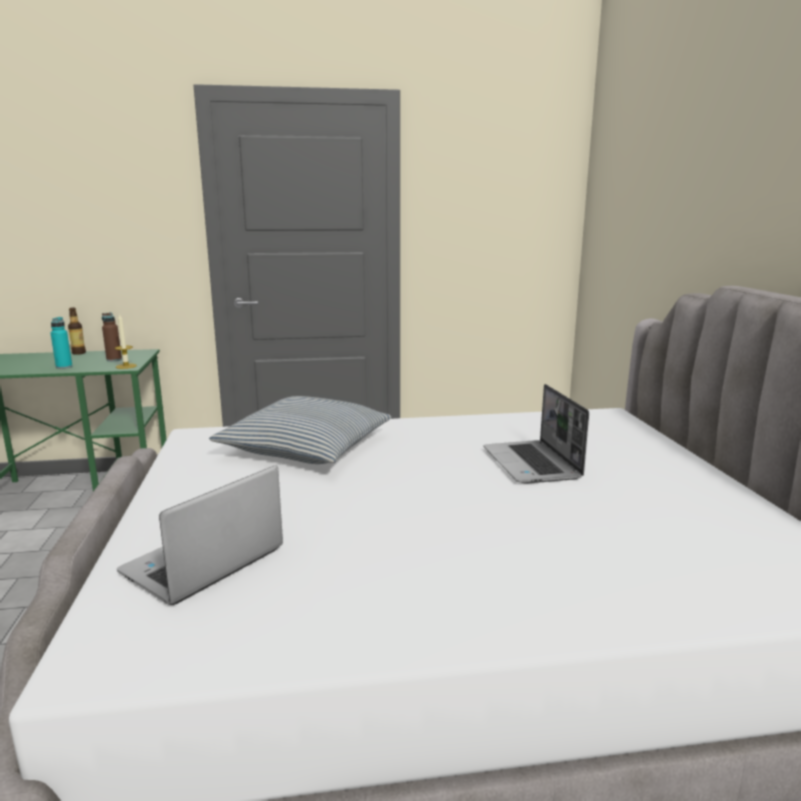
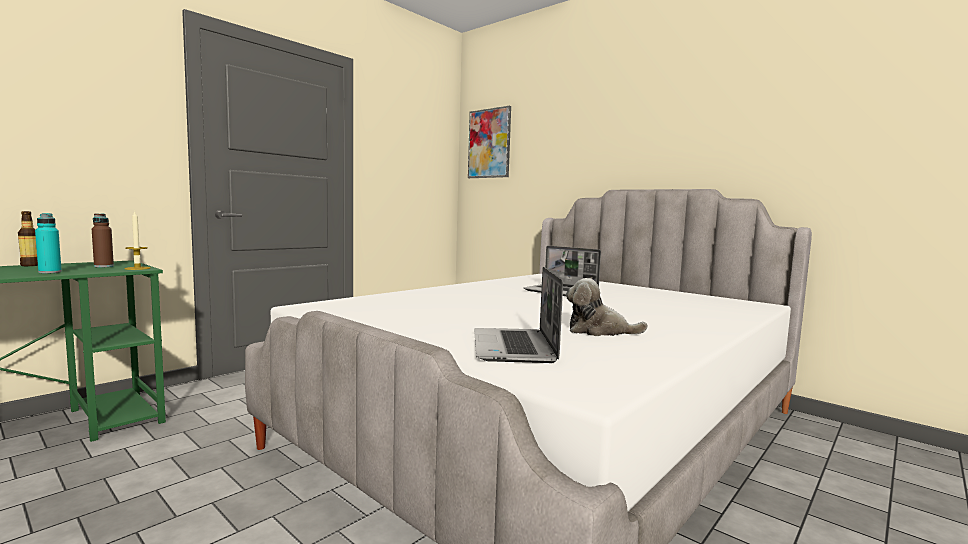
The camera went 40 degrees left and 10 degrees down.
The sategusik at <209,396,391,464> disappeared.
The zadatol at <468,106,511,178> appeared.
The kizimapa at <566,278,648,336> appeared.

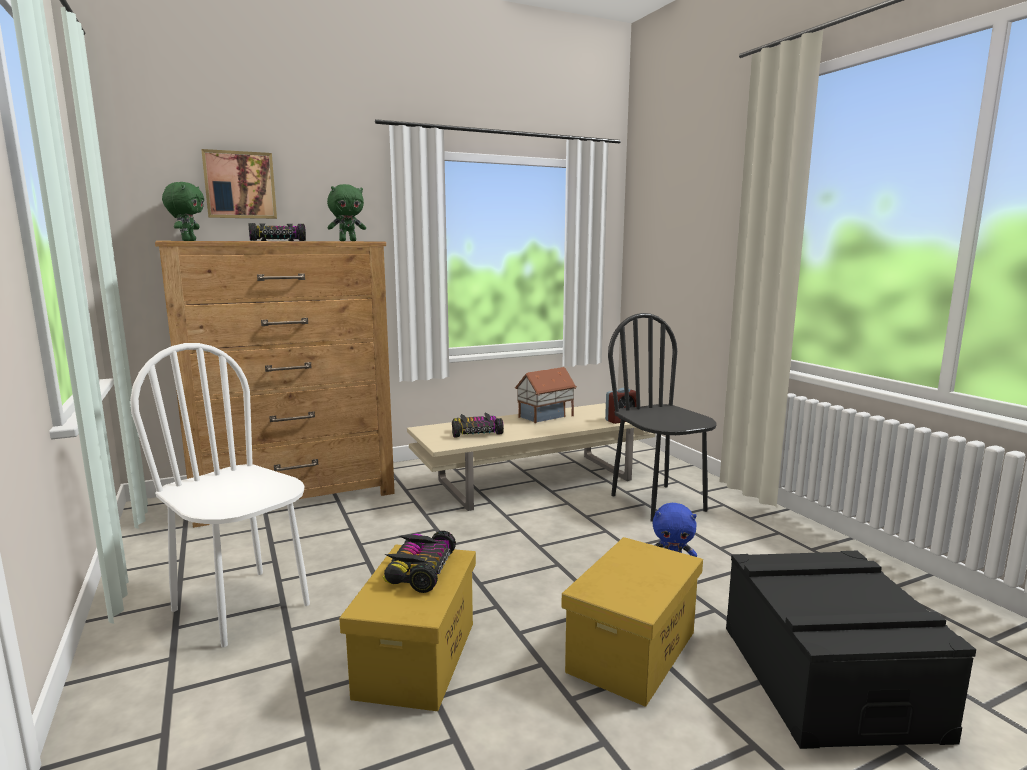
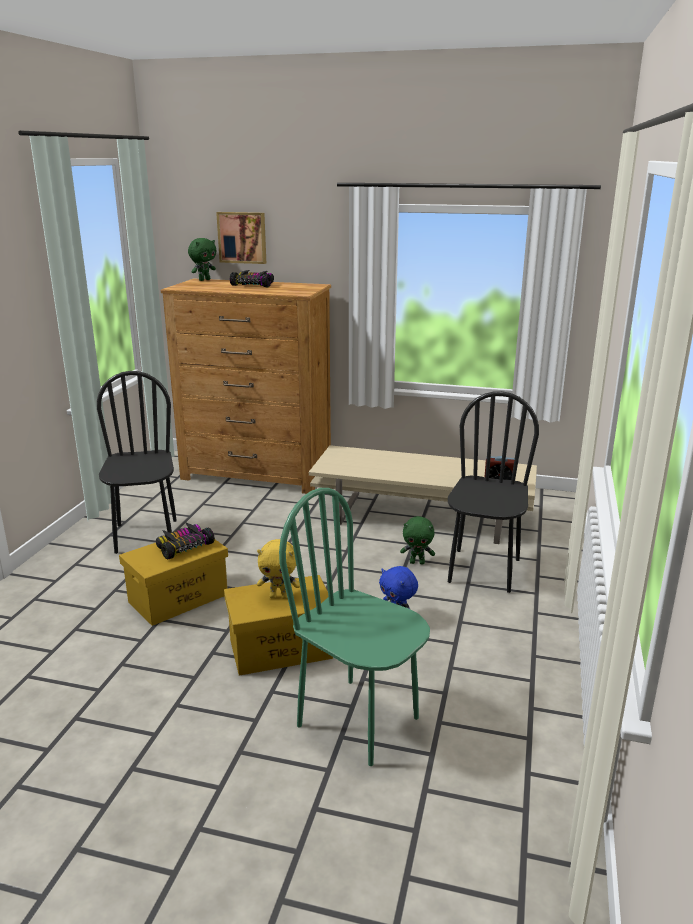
The camera went 40 degrees right and 10 degrees up.
The green_kizimapa moved from <327,184,366,241> to <400,516,435,565>.
The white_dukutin at <130,343,310,647> became the black_dukutin at <97,371,177,554>.
The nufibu at <515,367,577,423> disappeared.
The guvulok at <452,413,504,438> disappeared.
The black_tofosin at <726,551,976,749> was replaced by the green_dukutin at <279,488,430,766>.
The yellow_kizimapa at <257,539,300,599> appeared.

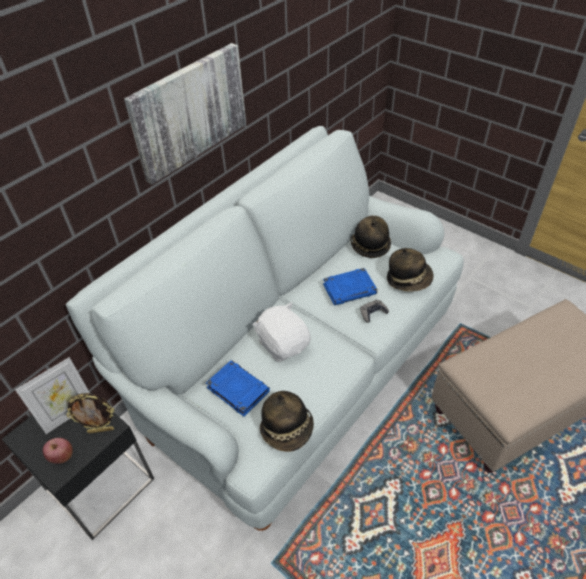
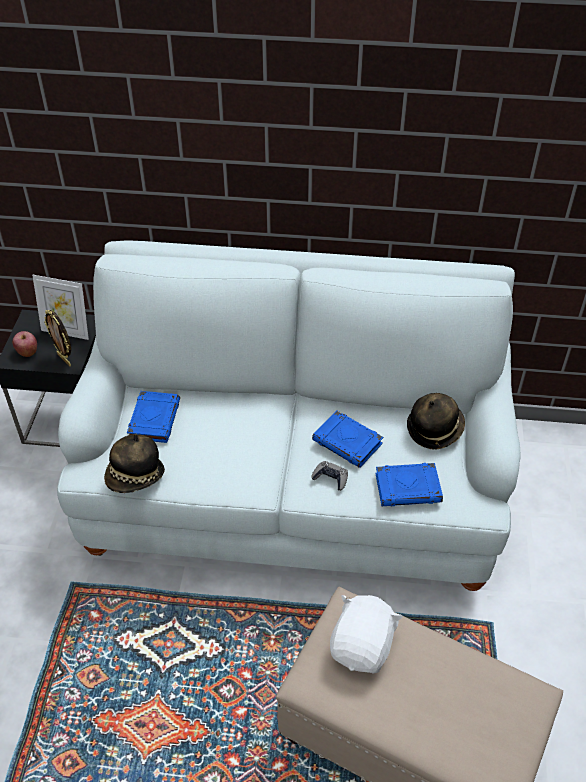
The camera went 55 degrees right and 0 degrees up.
The zadatol at <124,43,246,184> disappeared.
The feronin at <387,248,433,292> was replaced by the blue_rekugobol at <375,463,443,506>.
The white_kizimapa moved from <252,302,311,362> to <330,595,403,673>.

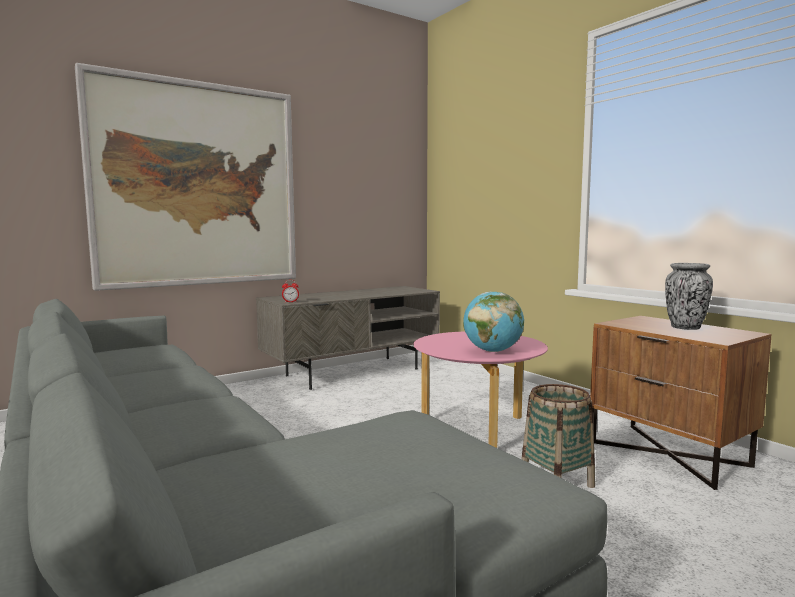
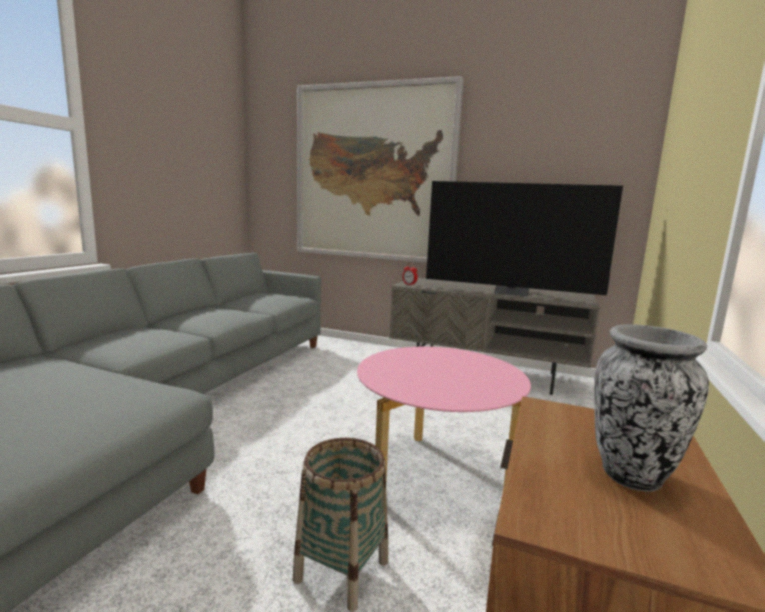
The camera went 55 degrees right and 5 degrees up.
The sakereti at <463,292,524,352> disappeared.
The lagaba at <426,181,623,297> appeared.

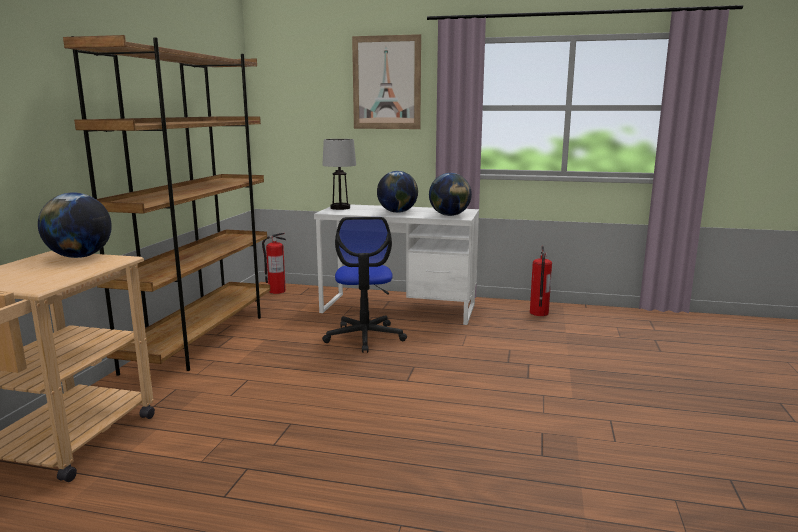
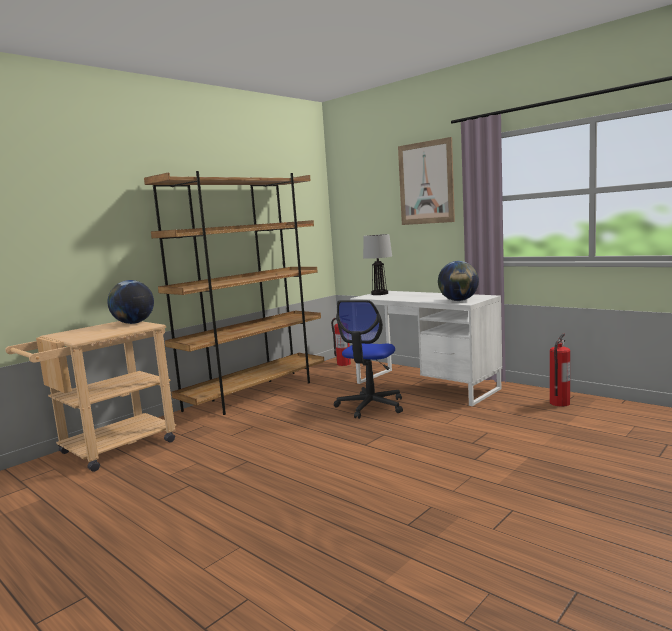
The camera went 30 degrees right and 5 degrees down.
The sakereti at <377,171,418,213> disappeared.

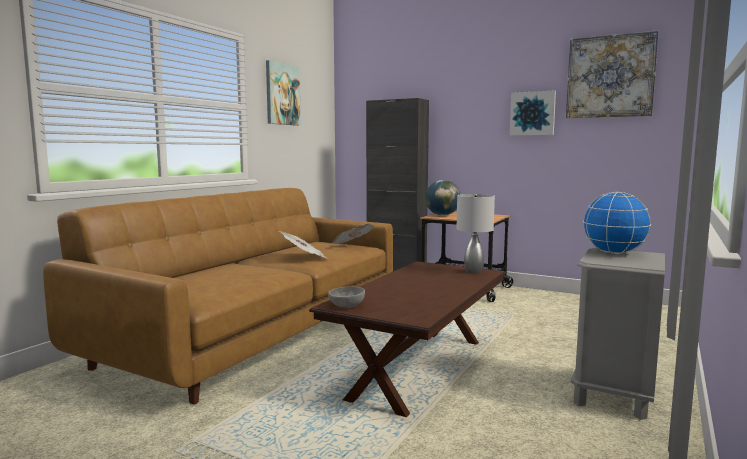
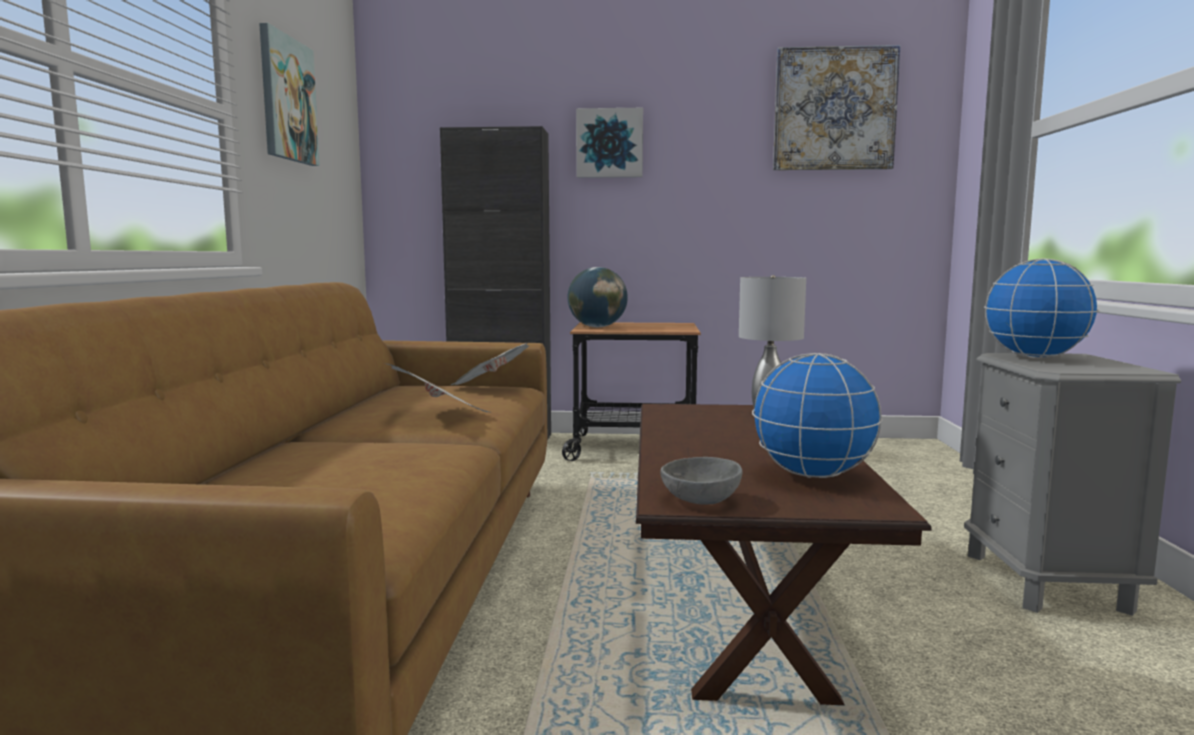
The camera went 25 degrees left and 0 degrees up.
The zadatol moved from <510,90,556,136> to <576,108,643,178>.
The sakereti at <752,353,882,478> appeared.

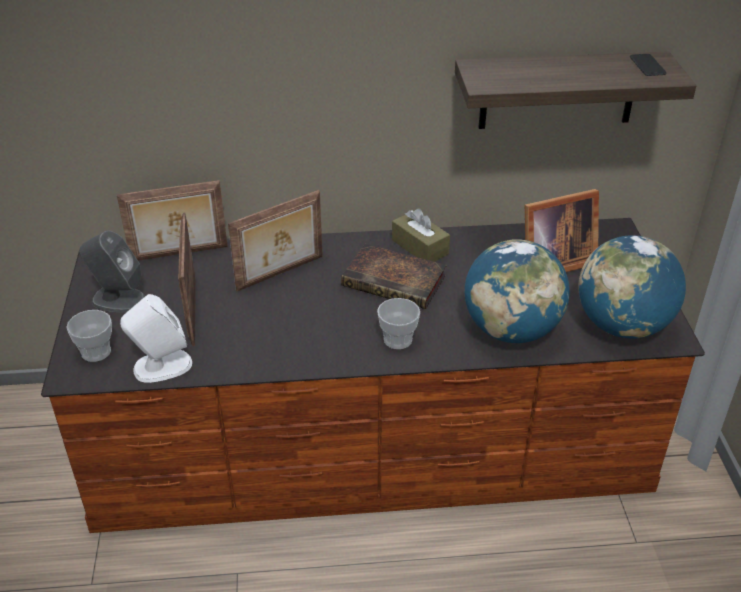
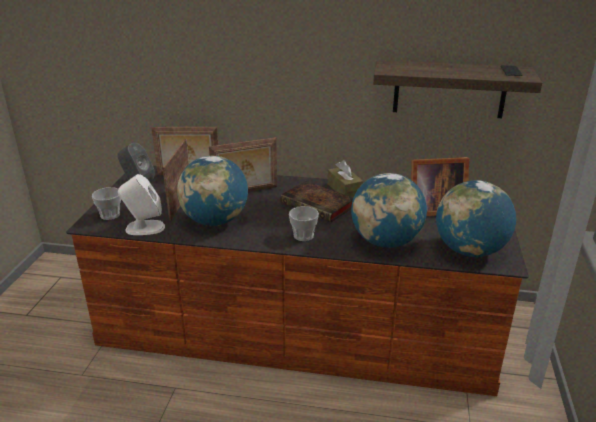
The camera went 15 degrees right and 10 degrees down.
The sakereti at <177,156,248,226> appeared.

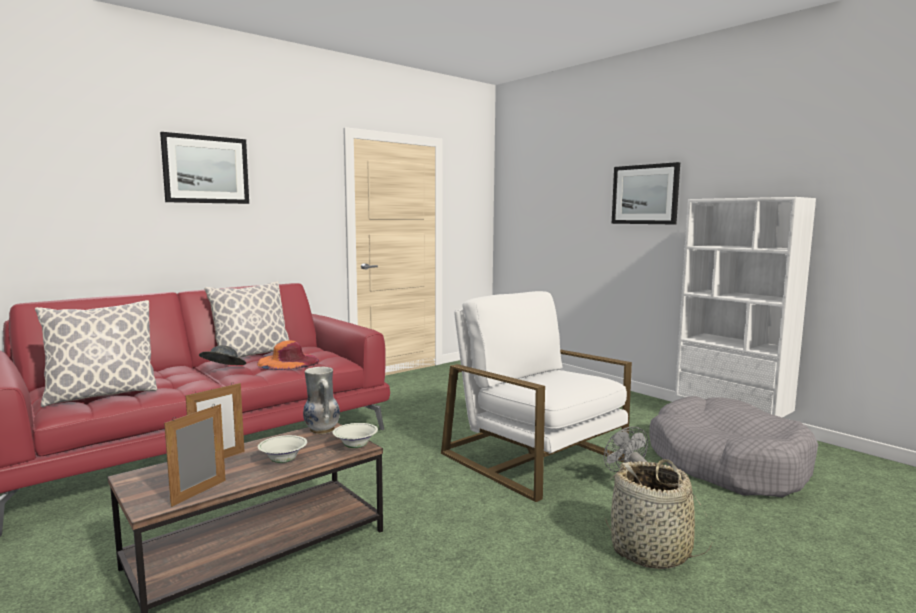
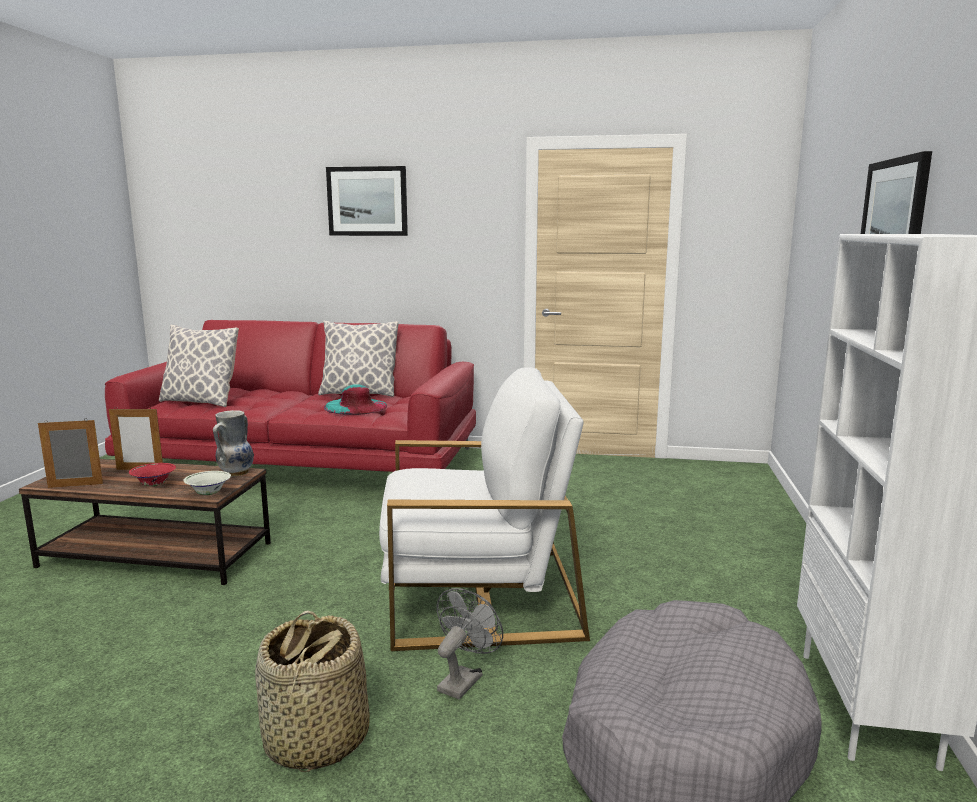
The camera went 50 degrees right and 5 degrees up.
The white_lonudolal at <441,291,632,502> turned 75 degrees clockwise.
The orange_feronin at <257,340,319,370> became the turquoise_feronin at <324,384,387,415>.
The grey_feronin at <199,345,246,365> disappeared.
The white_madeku at <258,435,307,463> became the red_madeku at <129,463,176,486>.

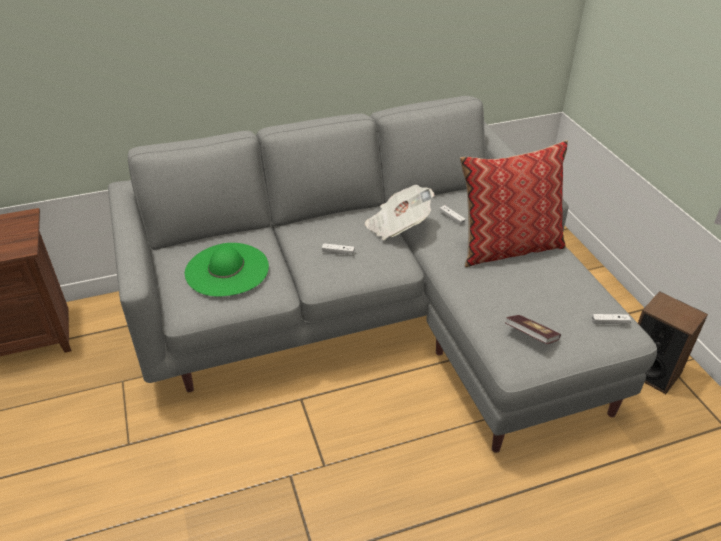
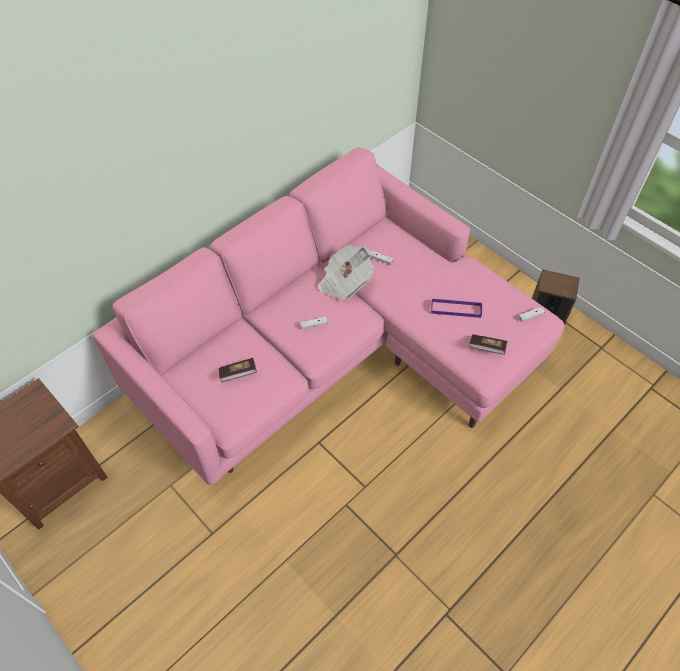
The camera went 25 degrees left and 15 degrees up.
The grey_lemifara at <108,96,657,453> became the pink_lemifara at <92,147,565,485>.
The sategusik at <460,140,568,267> disappeared.
The green_feronin at <185,243,269,296> was replaced by the rekugobol at <219,358,257,382>.
The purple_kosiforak at <431,298,482,318> appeared.

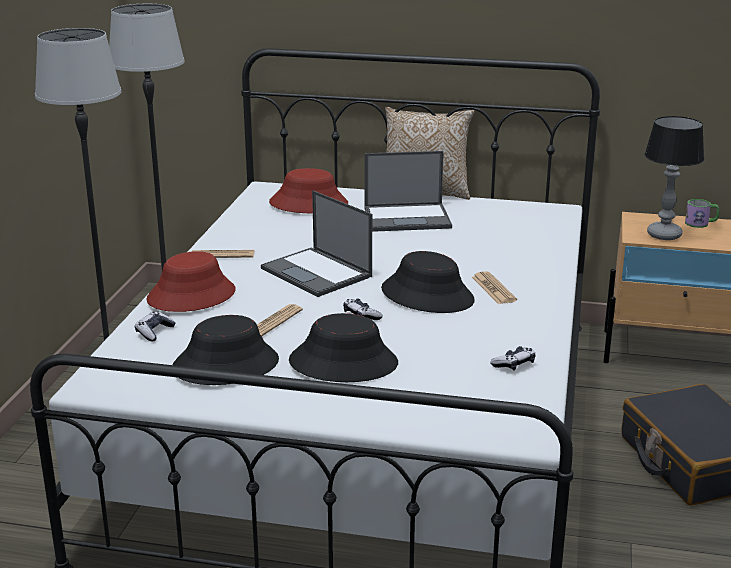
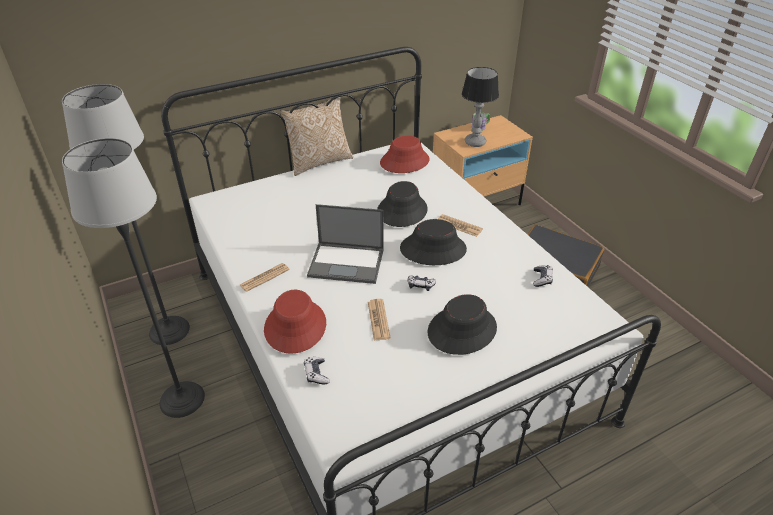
The camera went 40 degrees left and 15 degrees up.
The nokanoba at <365,151,452,232> disappeared.
The red_feronin moved from <269,168,348,213> to <380,135,430,173>.
The black_feronin moved from <173,315,279,385> to <377,181,428,227>.

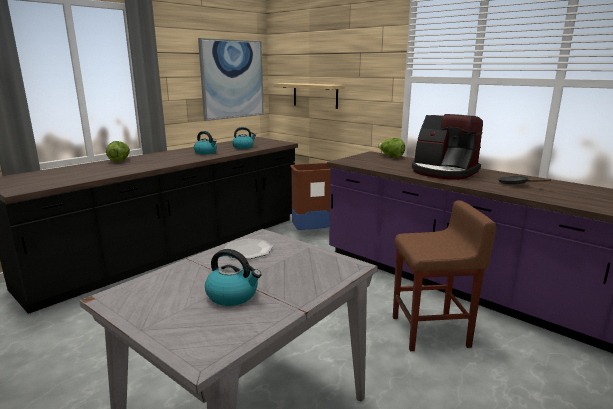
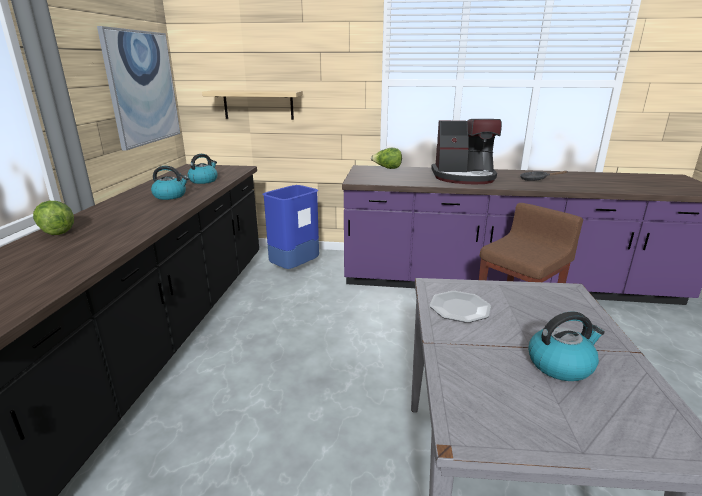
The camera went 35 degrees left and 5 degrees up.
The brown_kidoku at <291,163,331,230> became the blue_kidoku at <262,185,319,269>.

